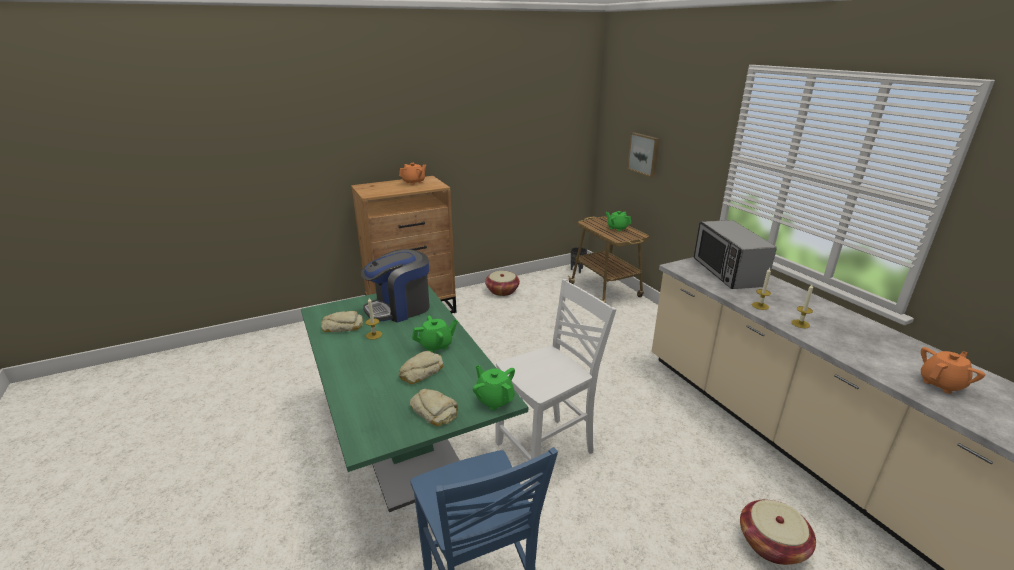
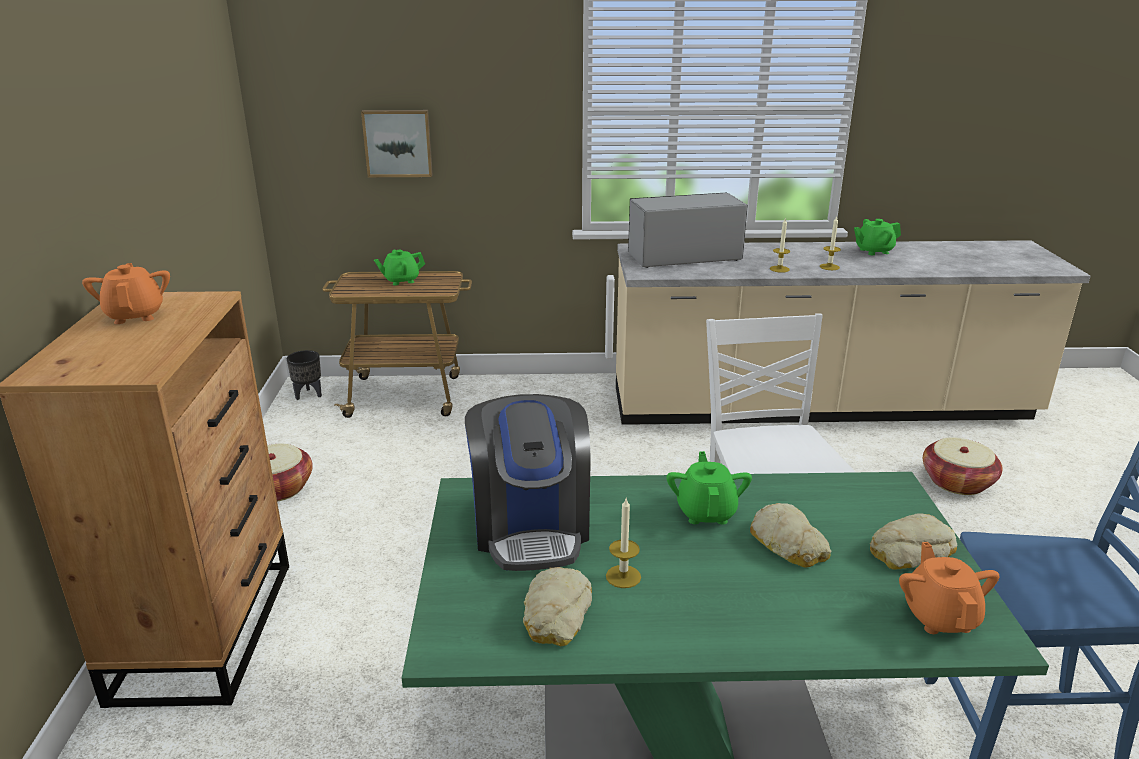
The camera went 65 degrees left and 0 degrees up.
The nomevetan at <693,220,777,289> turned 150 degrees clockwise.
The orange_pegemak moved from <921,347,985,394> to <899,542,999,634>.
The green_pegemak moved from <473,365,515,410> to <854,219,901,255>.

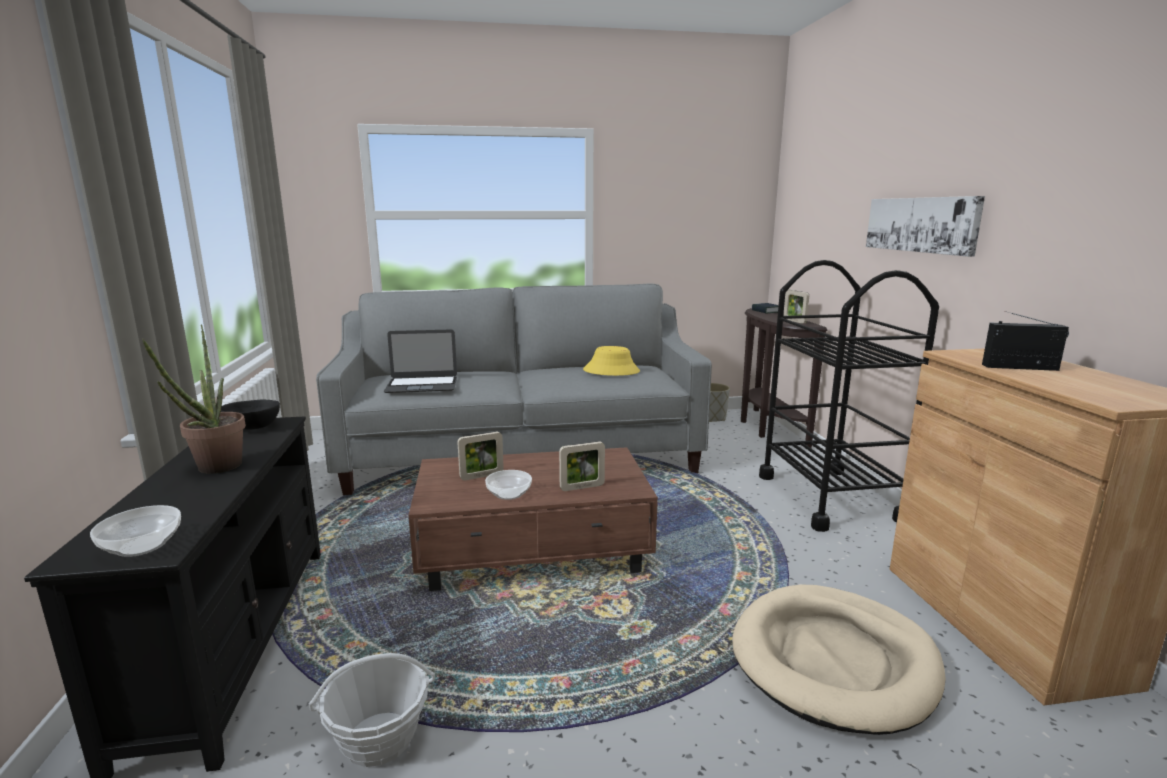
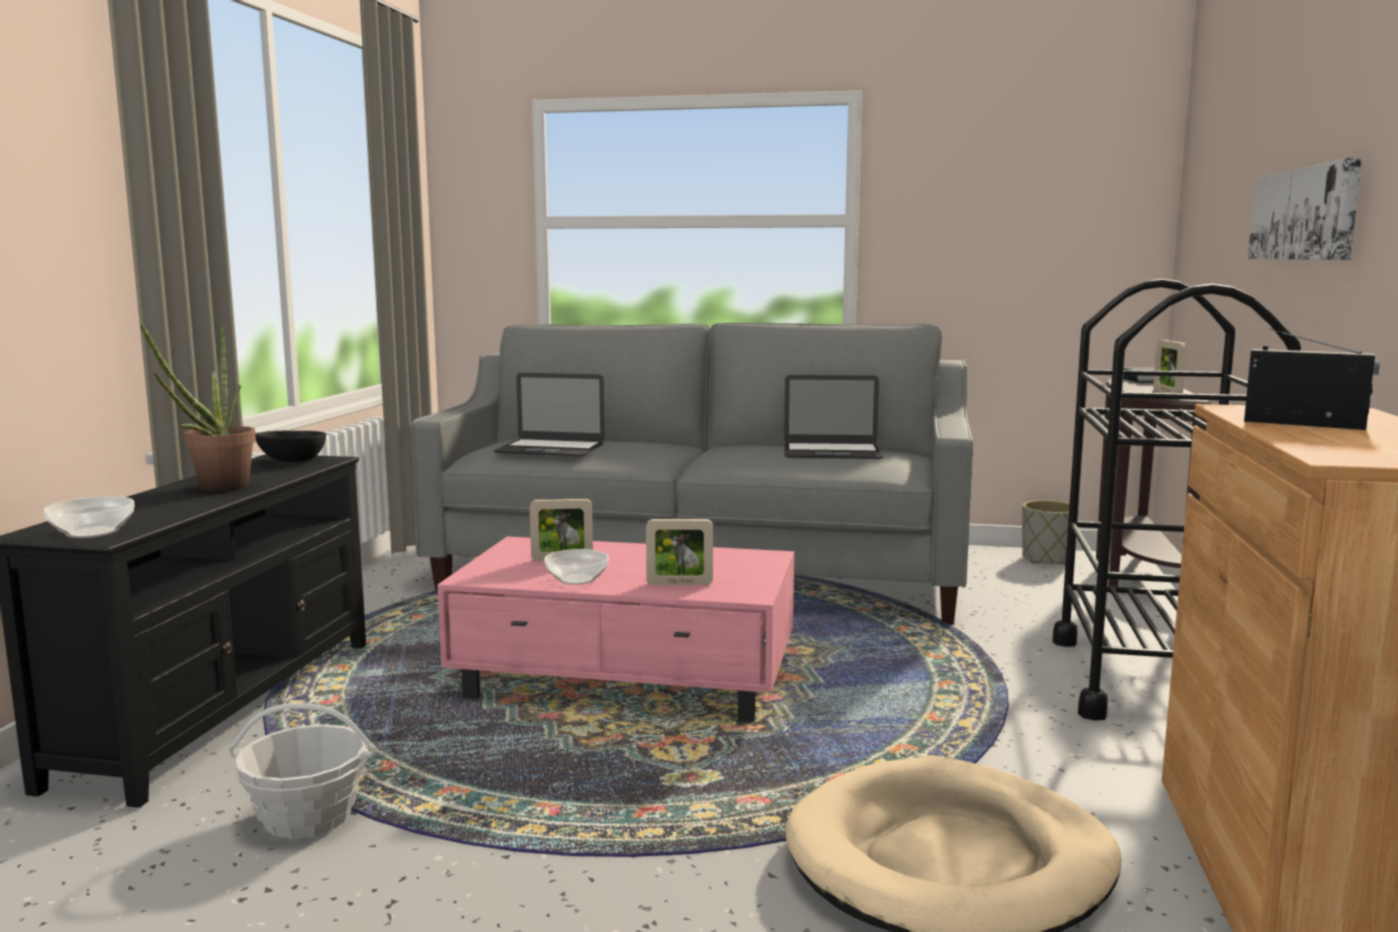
The camera went 20 degrees right and 5 degrees down.
The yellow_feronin at <583,346,640,376> was replaced by the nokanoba at <784,375,883,459>.
The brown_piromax at <408,447,658,591> became the pink_piromax at <437,536,794,722>.

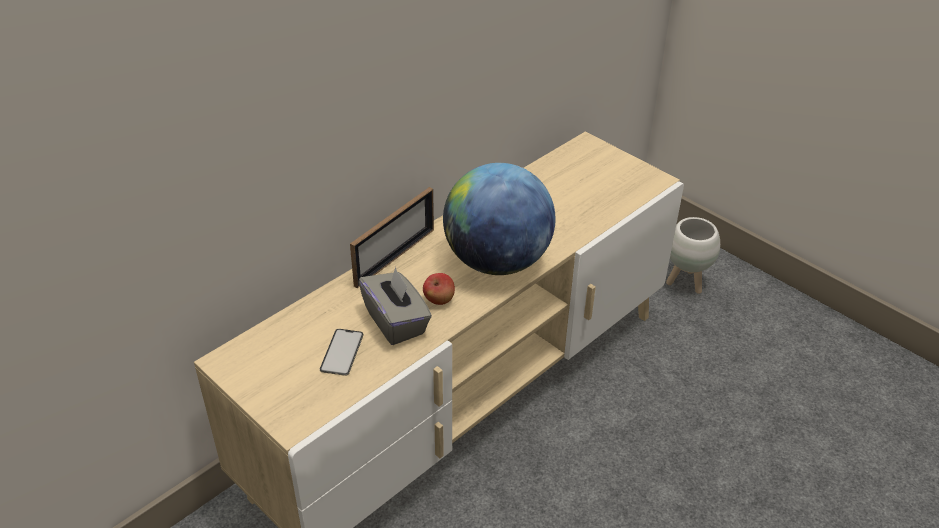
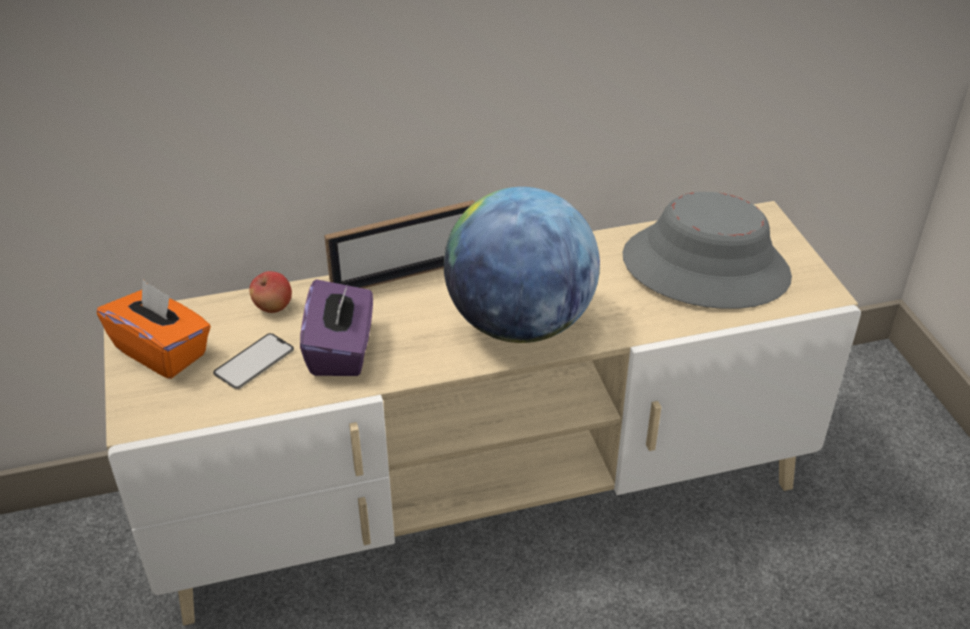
The camera went 30 degrees right and 0 degrees up.
The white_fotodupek at <666,217,720,294> disappeared.
The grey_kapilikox at <358,267,432,345> became the purple_kapilikox at <300,279,373,376>.
The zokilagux moved from <423,273,455,305> to <249,271,292,313>.
The grey_feronin at <623,192,792,309> appeared.
The orange_kapilikox at <97,280,211,379> appeared.

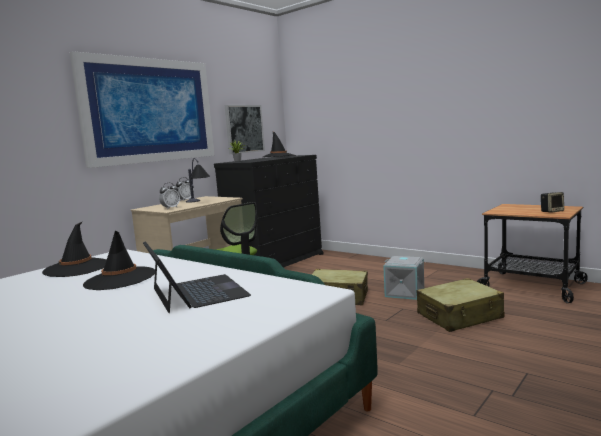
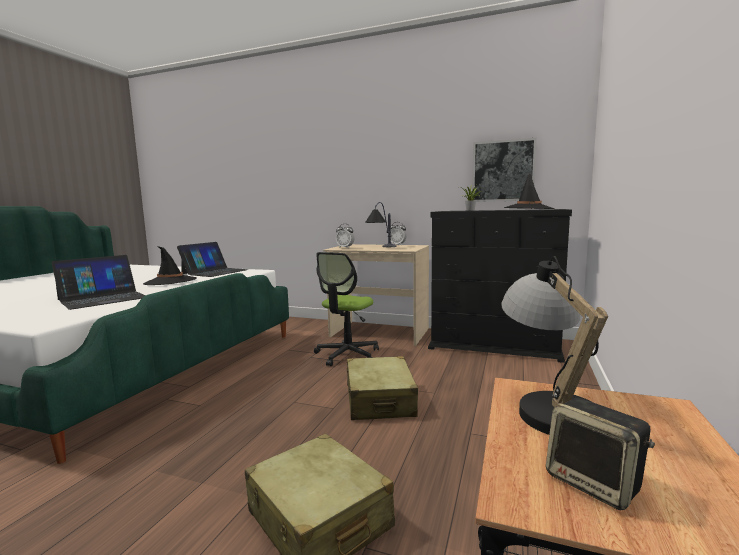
The camera went 70 degrees right and 0 degrees up.
The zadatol at <70,51,215,168> disappeared.
The black_feronin at <42,221,107,277> was replaced by the nokanoba at <177,242,248,277>.
The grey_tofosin at <383,256,424,300> disappeared.
The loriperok at <501,256,608,435> appeared.

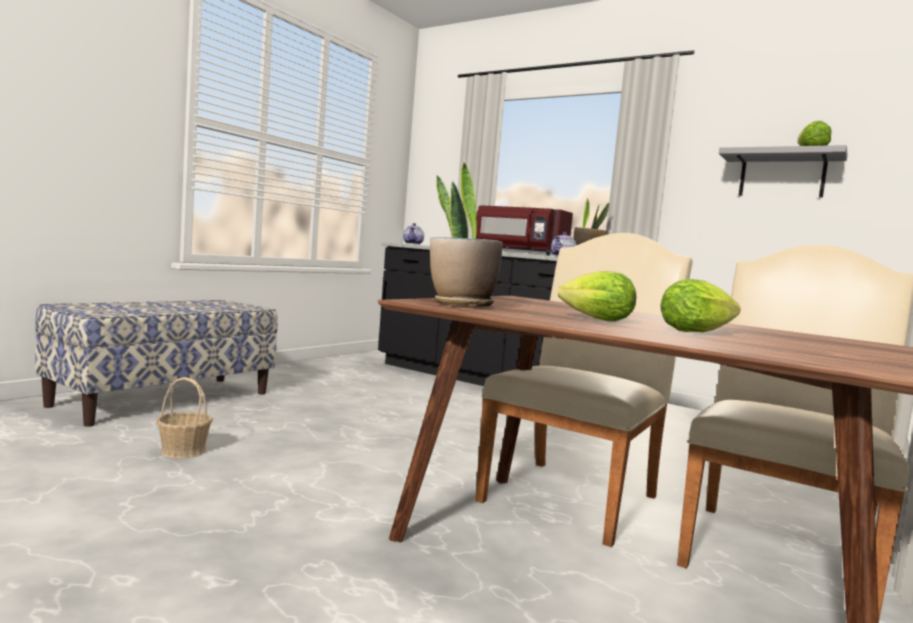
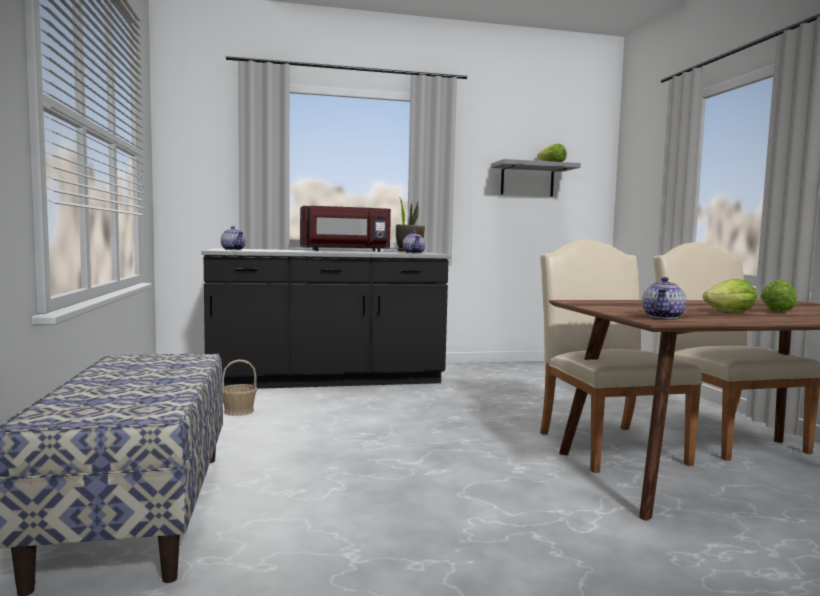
The camera went 45 degrees left and 0 degrees up.
The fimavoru at <430,163,503,307> was replaced by the pegemak at <642,277,686,319>.
The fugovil moved from <156,377,213,459> to <222,360,257,416>.

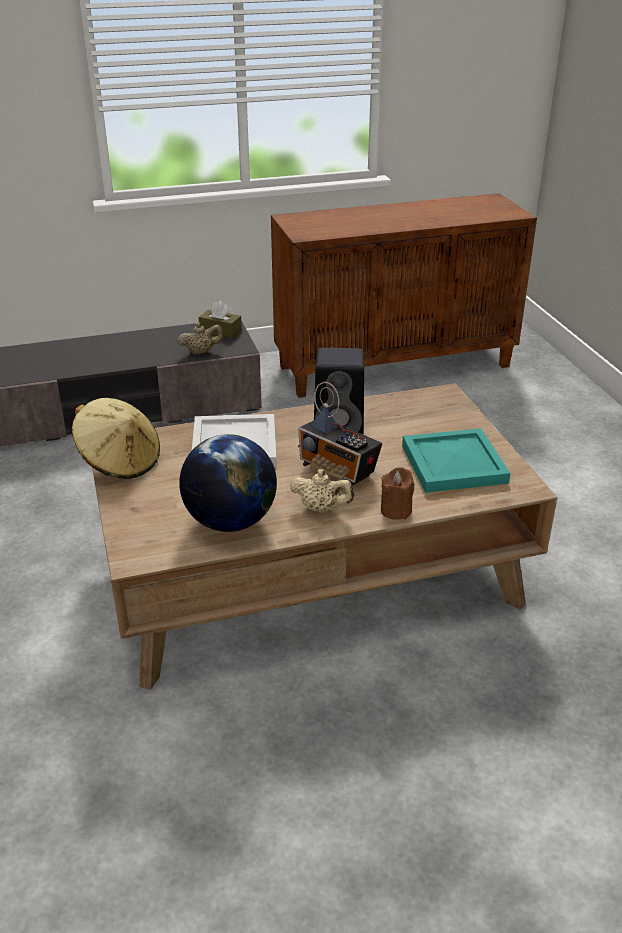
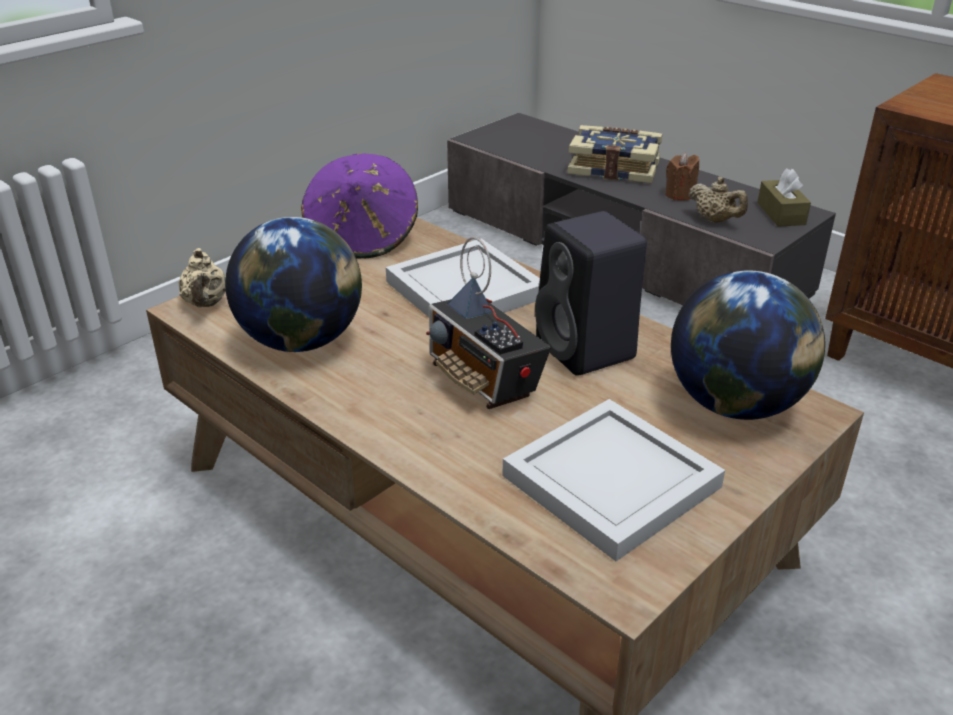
The camera went 60 degrees right and 0 degrees up.
The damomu at <298,382,382,486> turned 45 degrees counterclockwise.
The beige_feronin at <72,398,160,479> became the purple_feronin at <301,153,418,258>.
The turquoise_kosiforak at <402,428,511,493> became the white_kosiforak at <503,399,725,561>.
The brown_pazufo moved from <381,467,414,520> to <665,153,699,200>.
The beige_pegemak moved from <290,469,354,512> to <178,248,226,308>.
The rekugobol at <567,125,662,183> appeared.
The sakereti at <671,270,825,420> appeared.

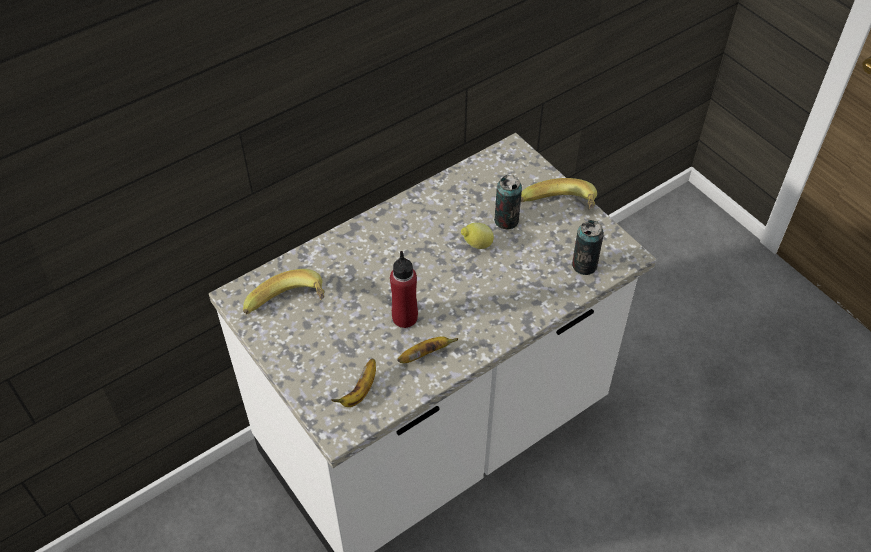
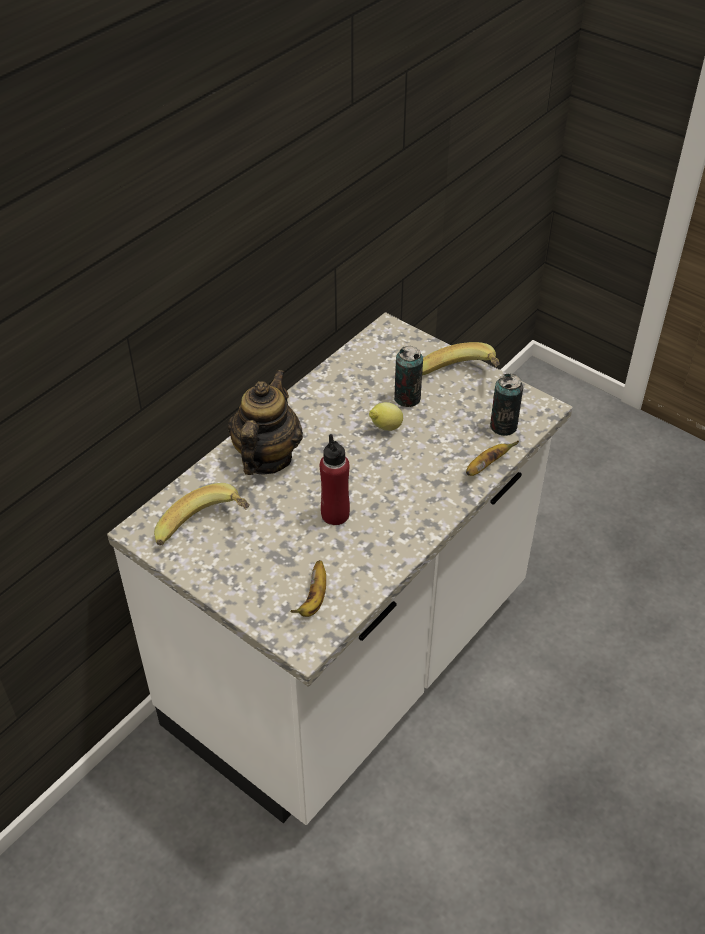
The camera went 15 degrees left and 5 degrees down.
The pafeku moved from <397,337,458,363> to <466,441,519,476>.
The pegemak at <228,370,303,475> appeared.

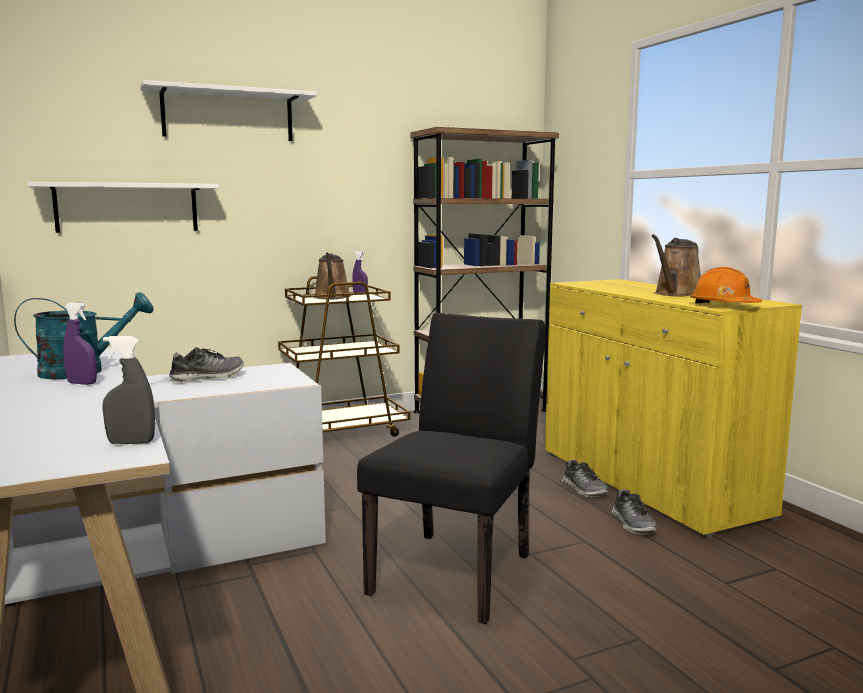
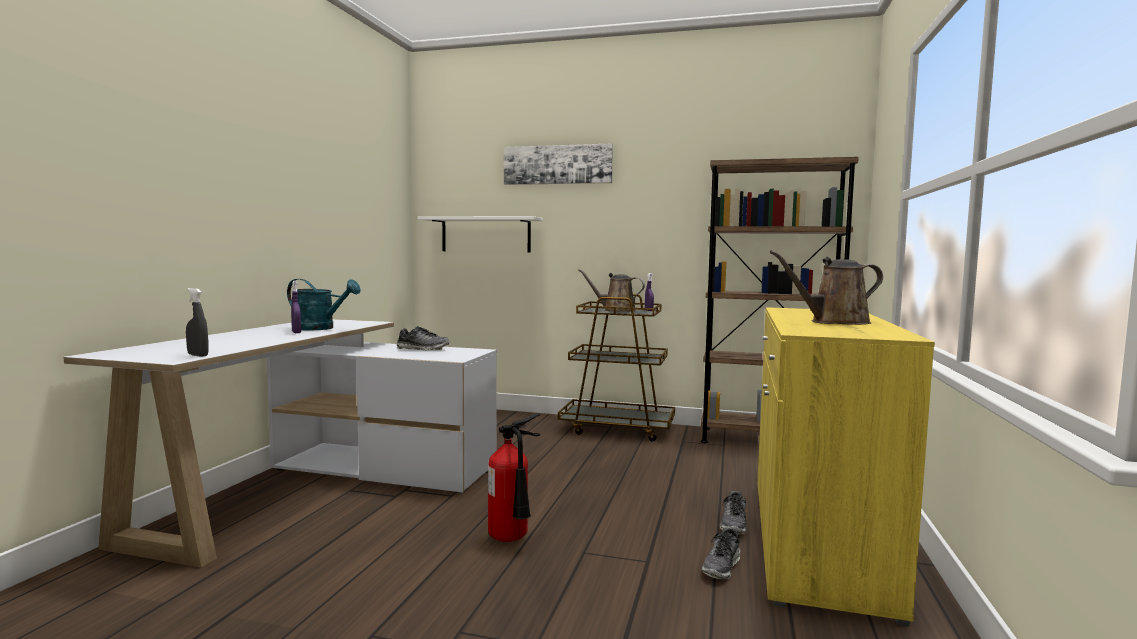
The camera went 40 degrees right and 5 degrees down.
The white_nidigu at <140,80,317,141> was replaced by the zadatol at <504,143,613,185>.
The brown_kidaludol at <314,252,351,299> turned 75 degrees clockwise.
The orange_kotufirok at <690,267,762,304> disappeared.
The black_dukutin at <357,313,546,624> was replaced by the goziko at <488,413,540,542>.

